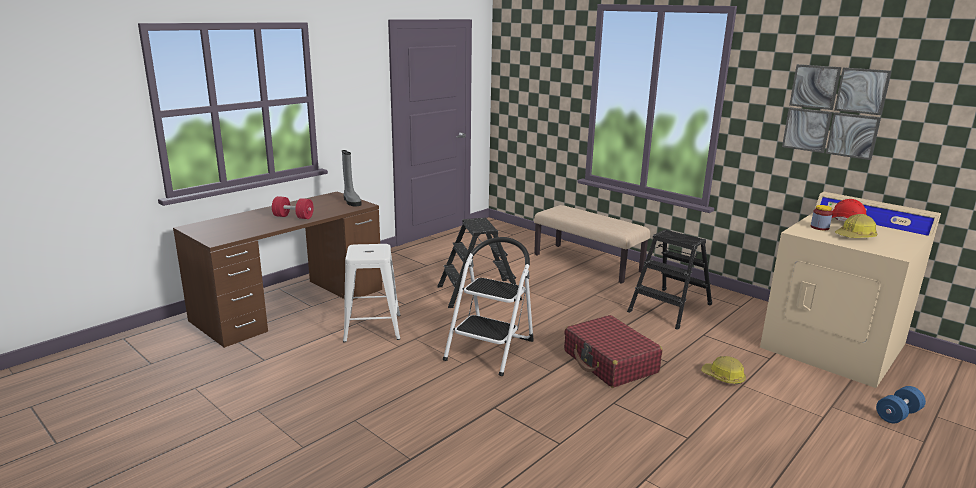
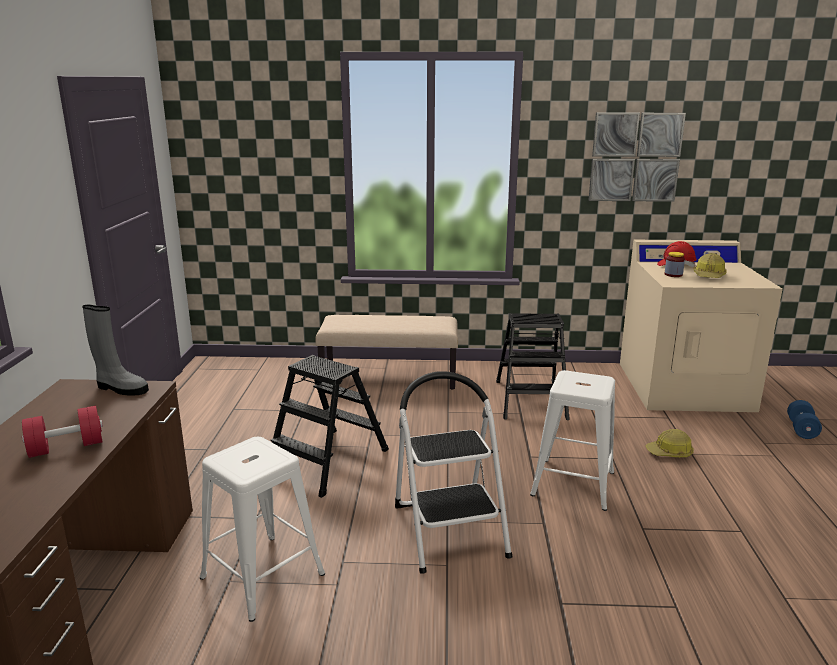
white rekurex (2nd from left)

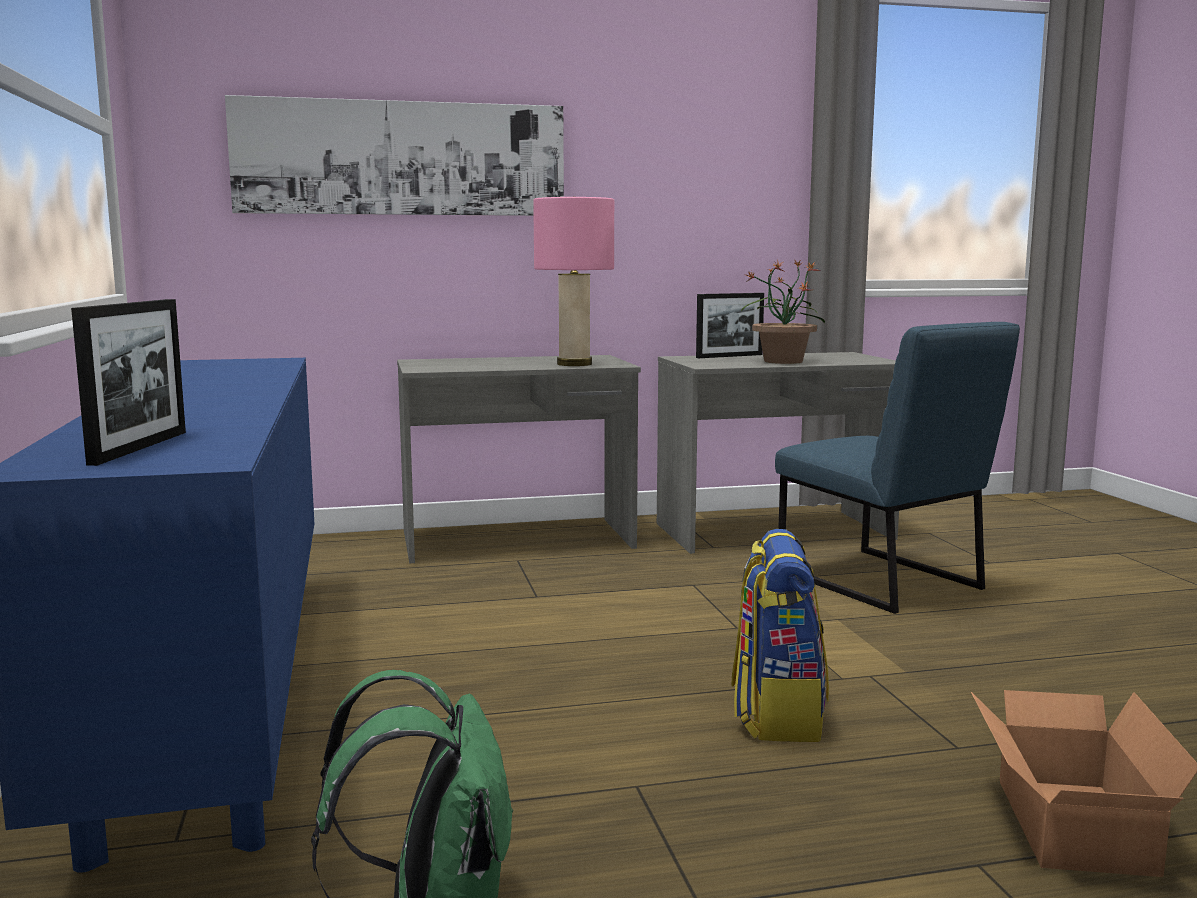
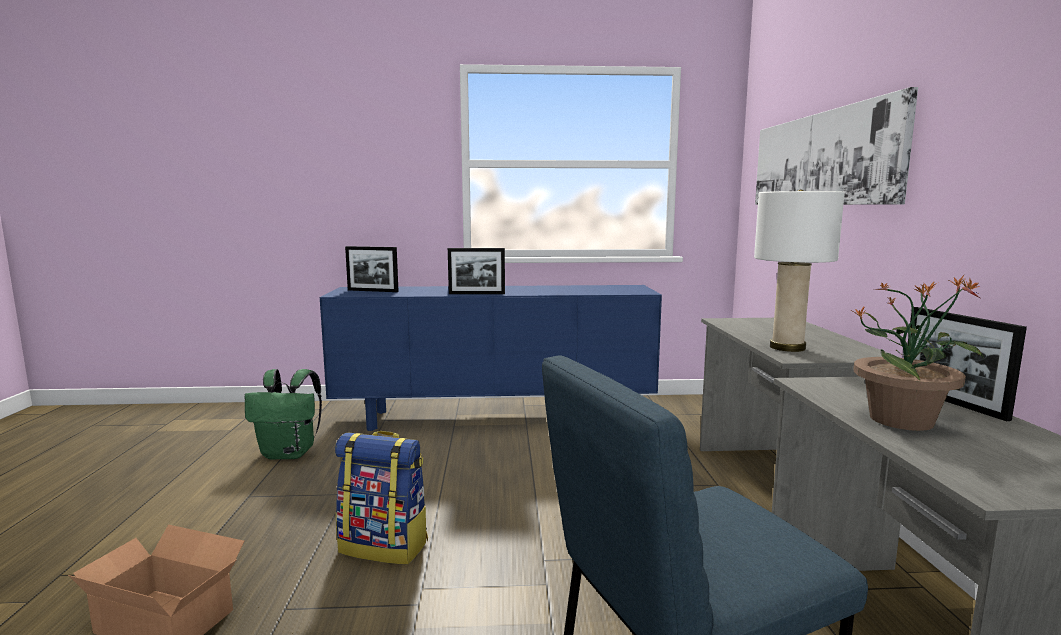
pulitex (2nd from left)
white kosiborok

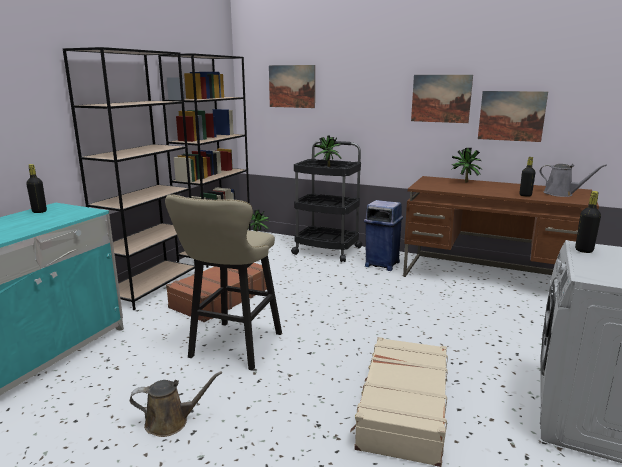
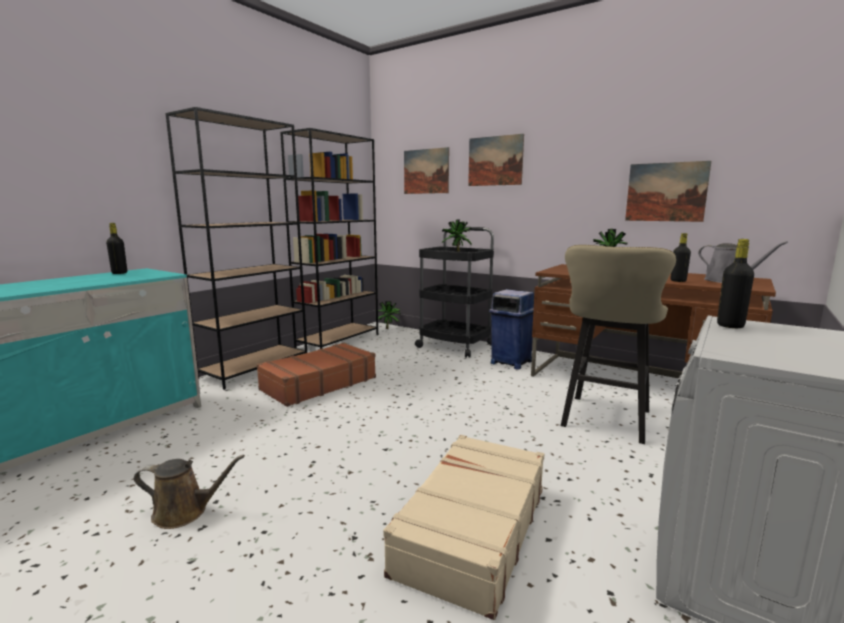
beige rekurex
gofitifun (2nd from left)

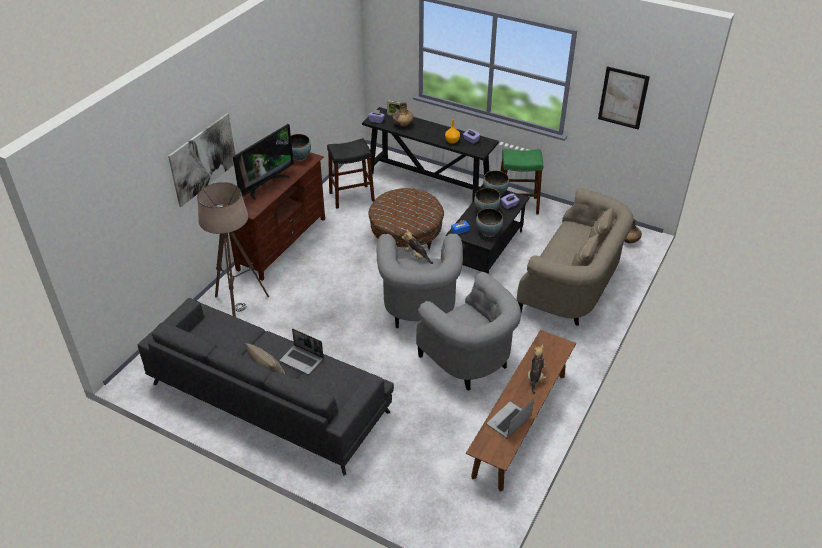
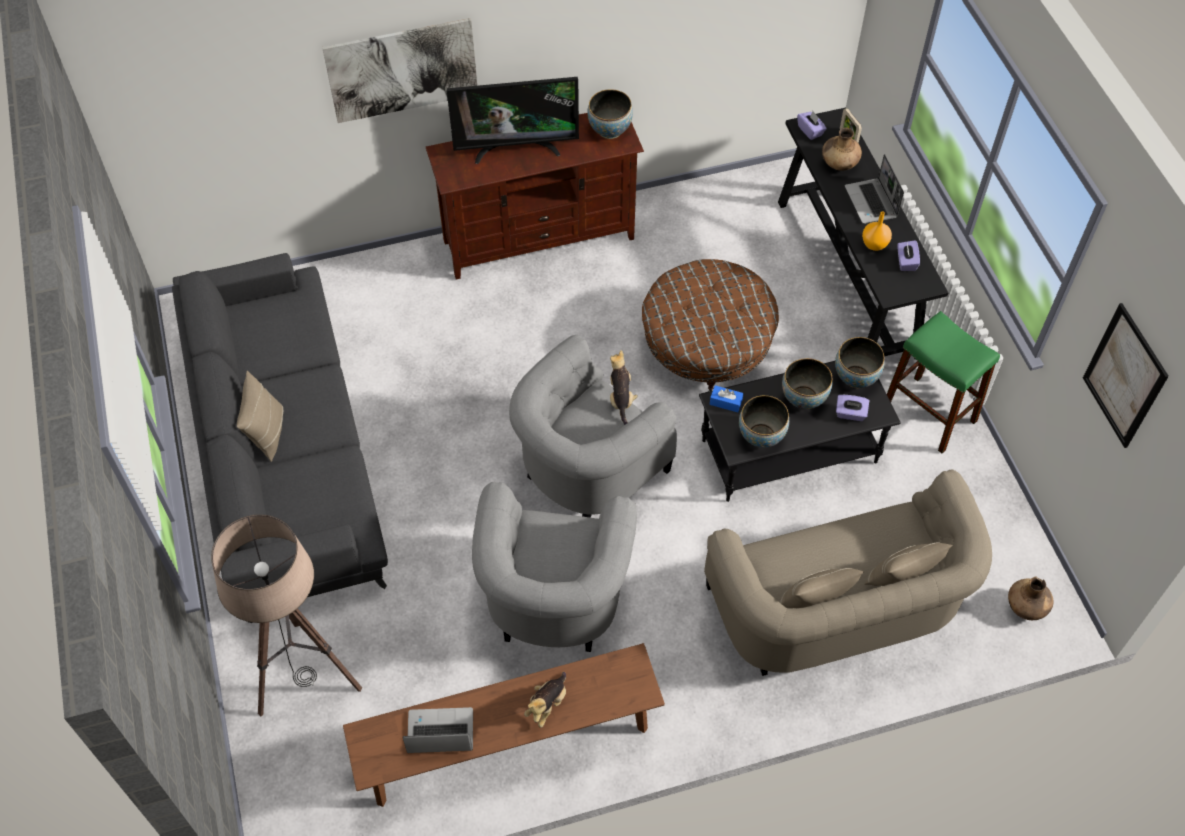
black rekurex
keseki
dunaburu (2nd from left)
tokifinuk (1st from left)

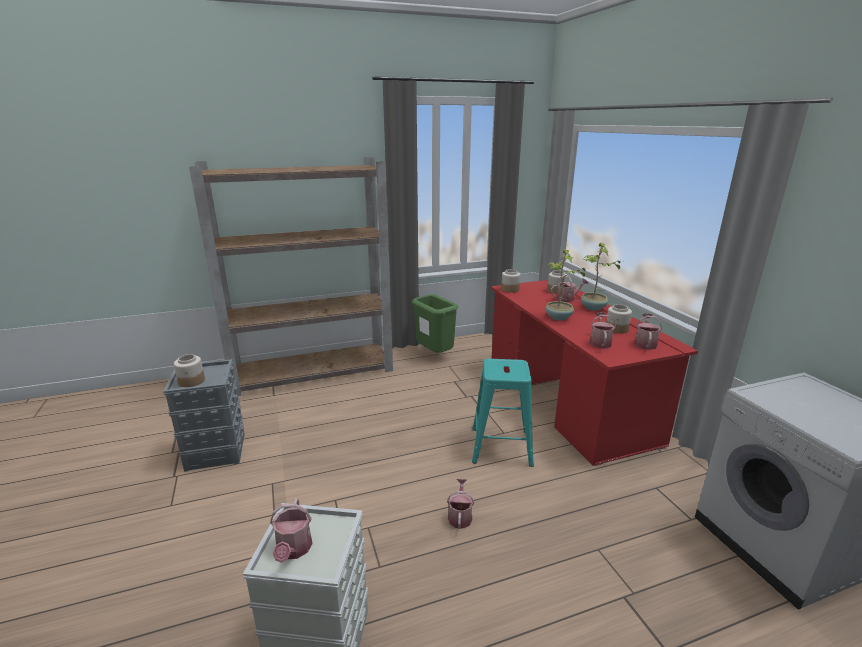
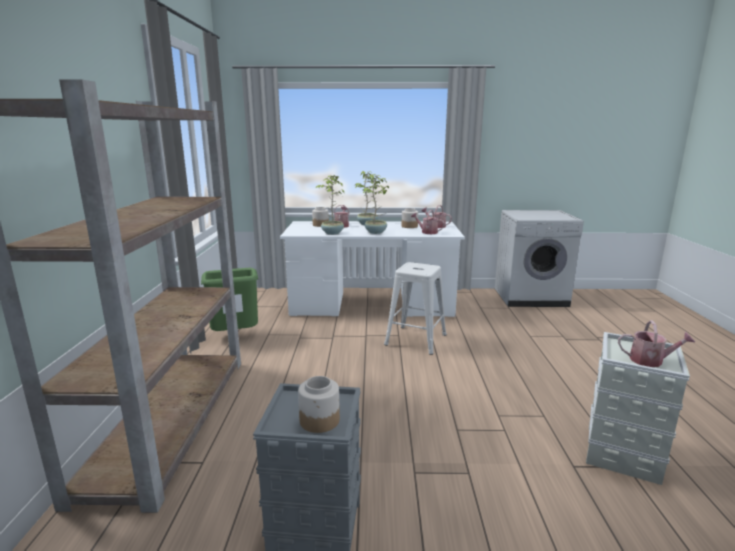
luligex (2nd from left in the first image)
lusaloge (2nd from left in the first image)
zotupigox (1st from left)
white rekurex
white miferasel

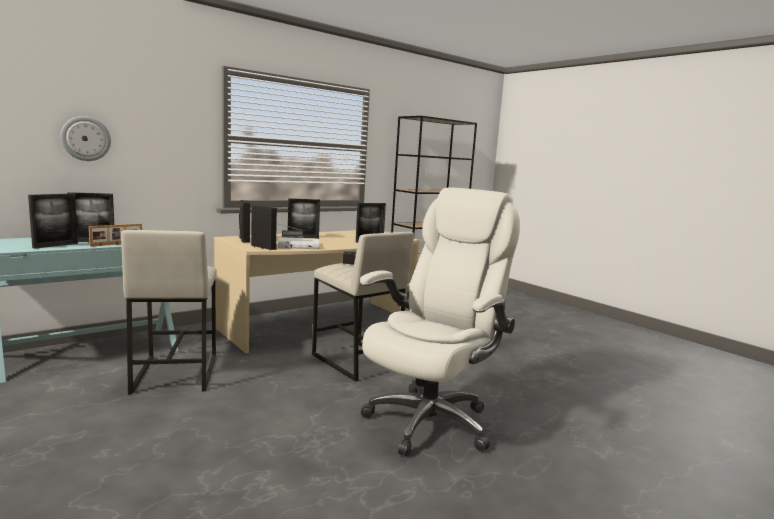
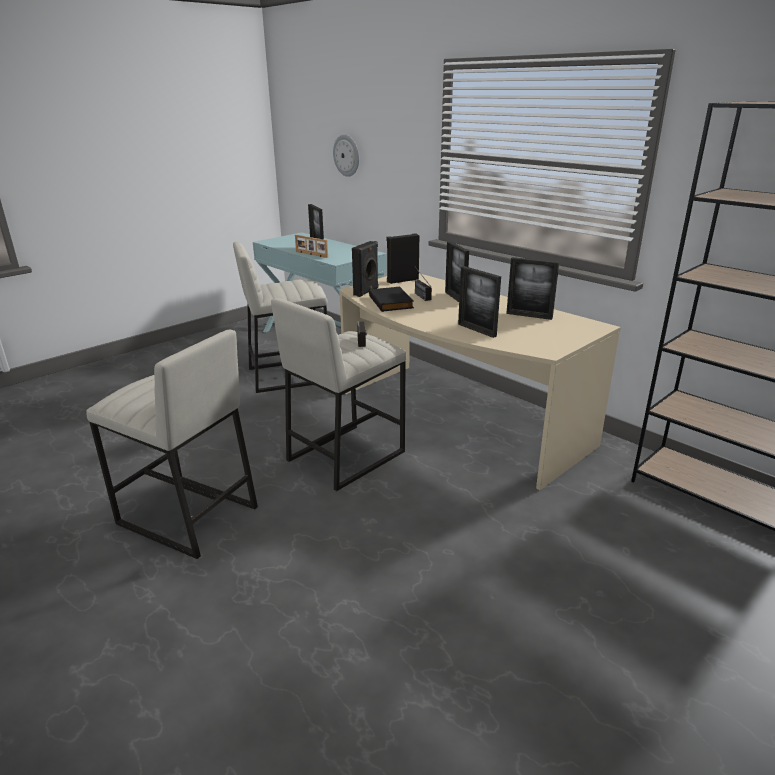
pulitex (5th from left)
beige rekurex (1st from left)
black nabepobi

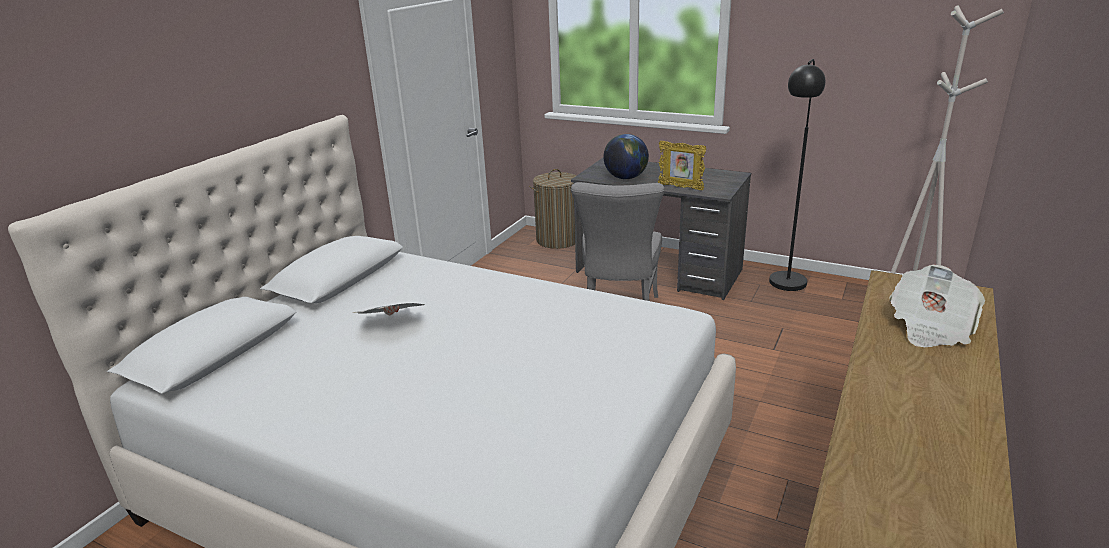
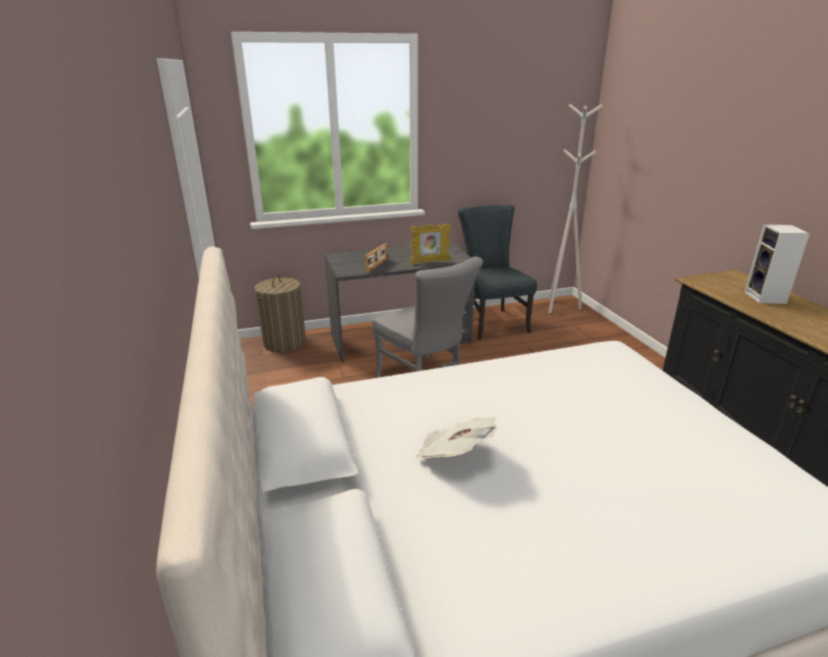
pulitex (1st from left)
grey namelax (2nd from left)
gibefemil

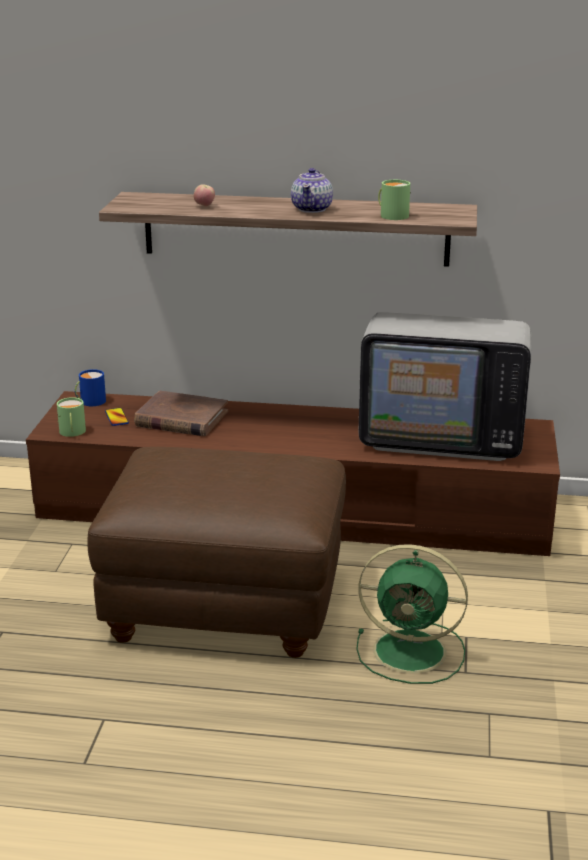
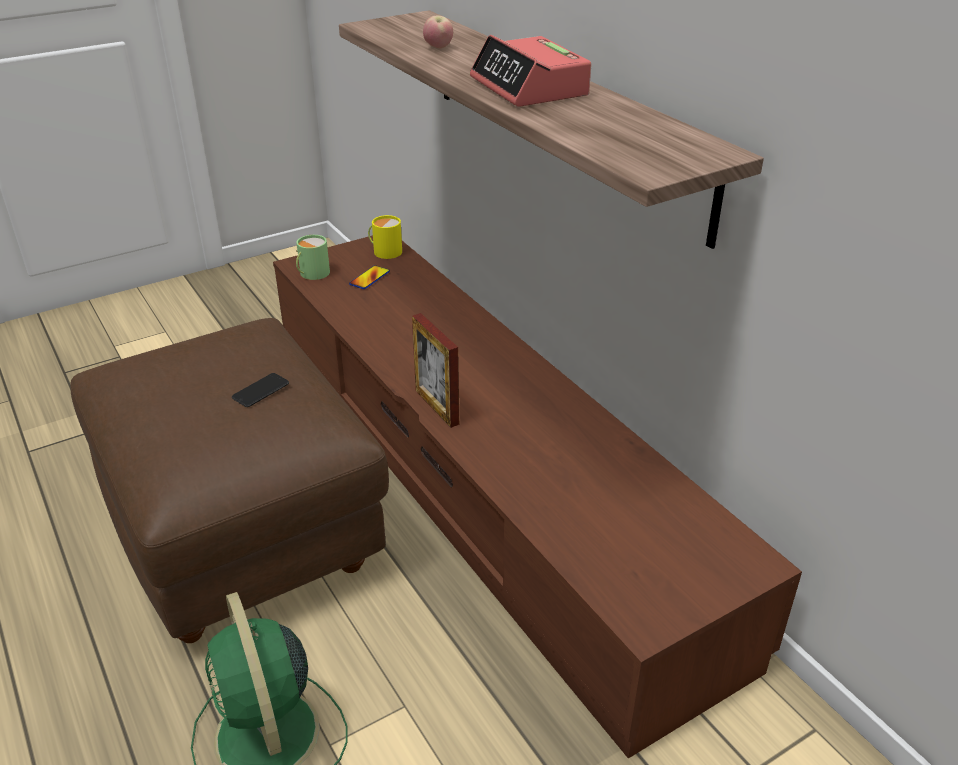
brown nabepobi
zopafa
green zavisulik (2nd from left in the first image)
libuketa (1st from left)
pulitex
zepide
yellow zavisulik

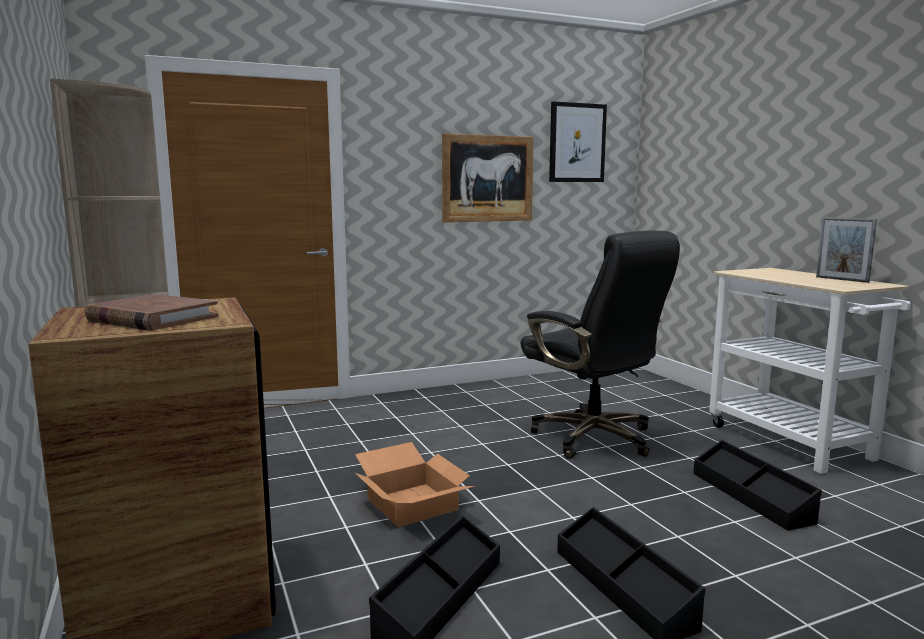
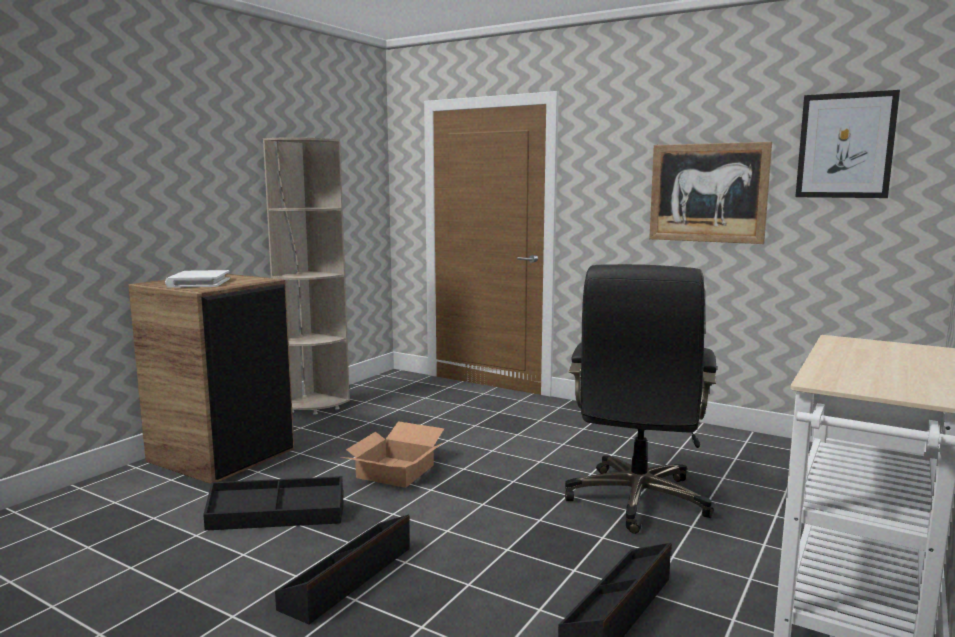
pulitex
white nabepobi

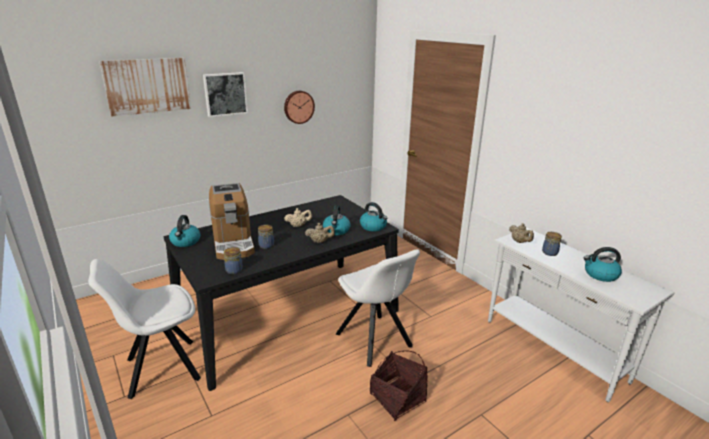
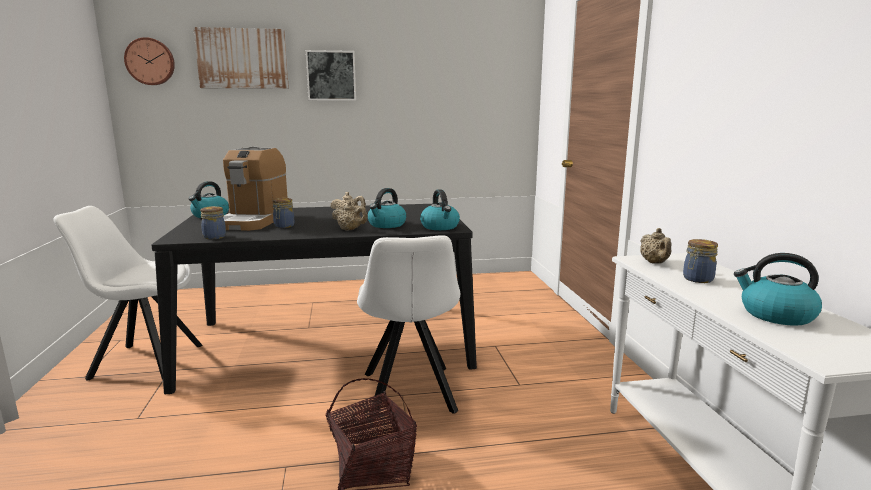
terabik

